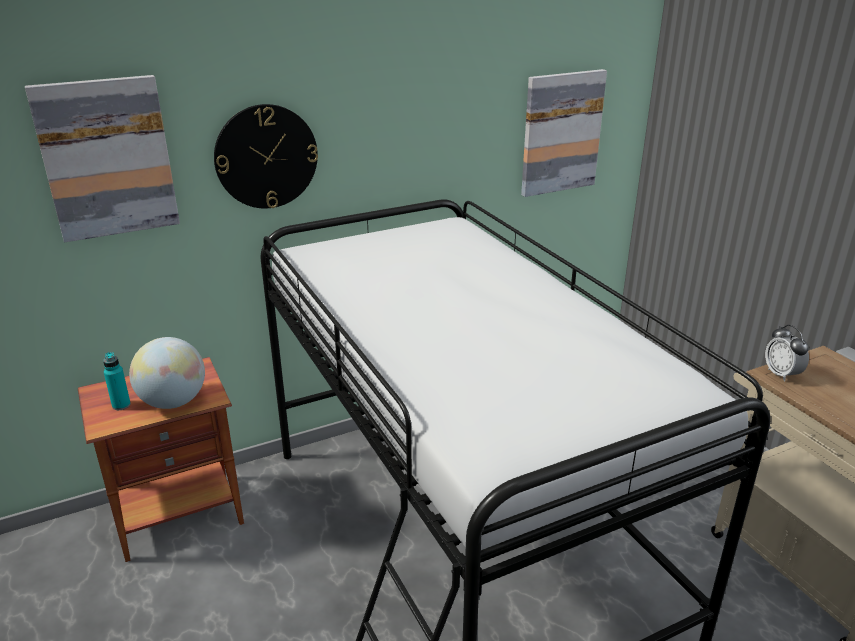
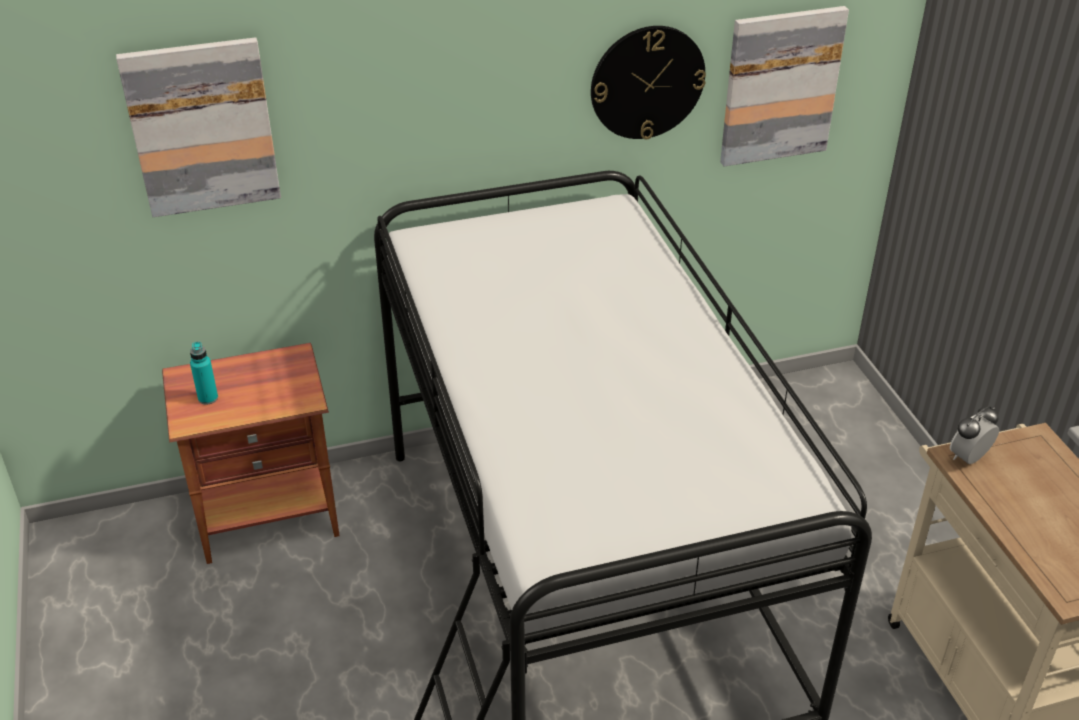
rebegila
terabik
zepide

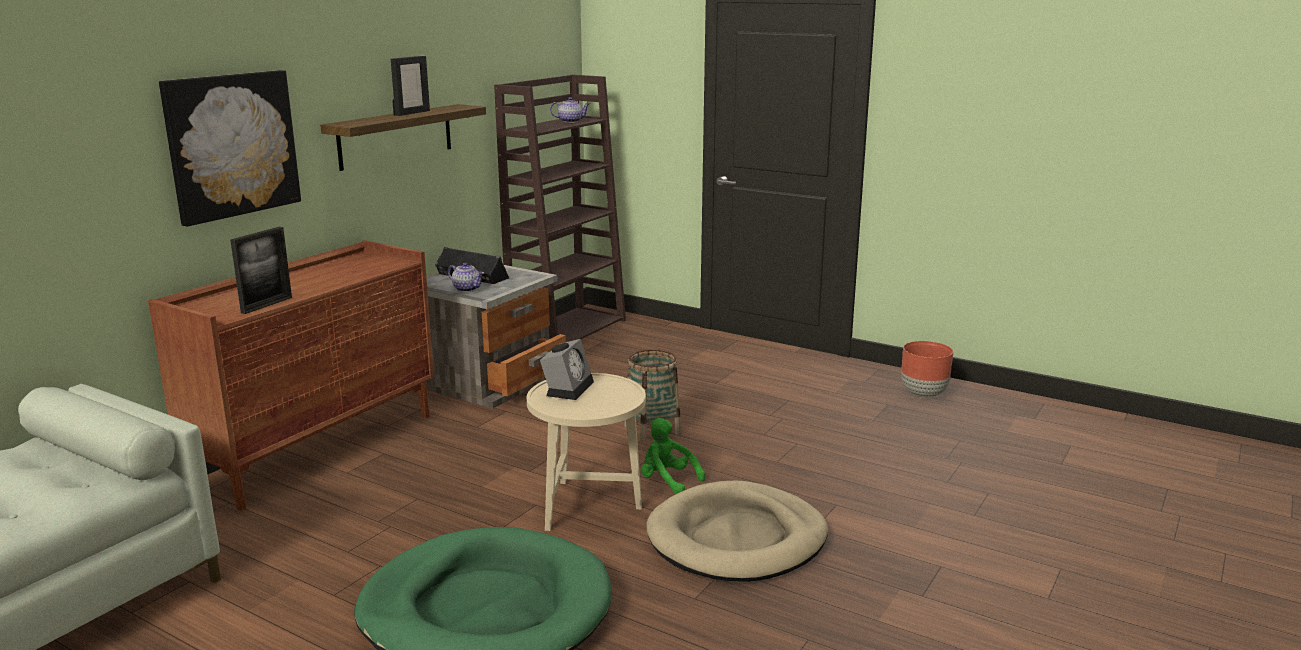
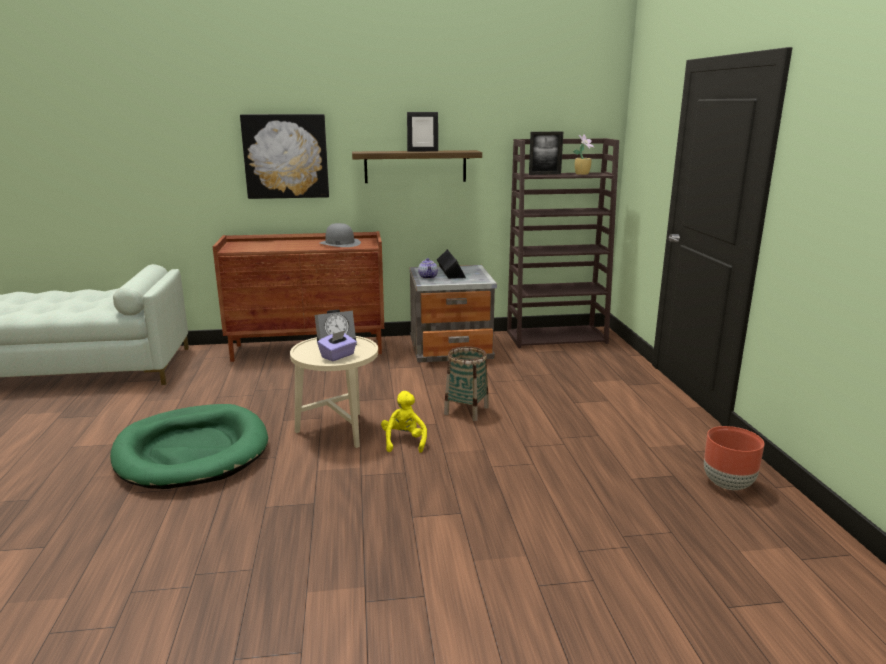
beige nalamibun
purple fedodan
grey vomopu
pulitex (2nd from left)
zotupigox
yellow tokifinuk

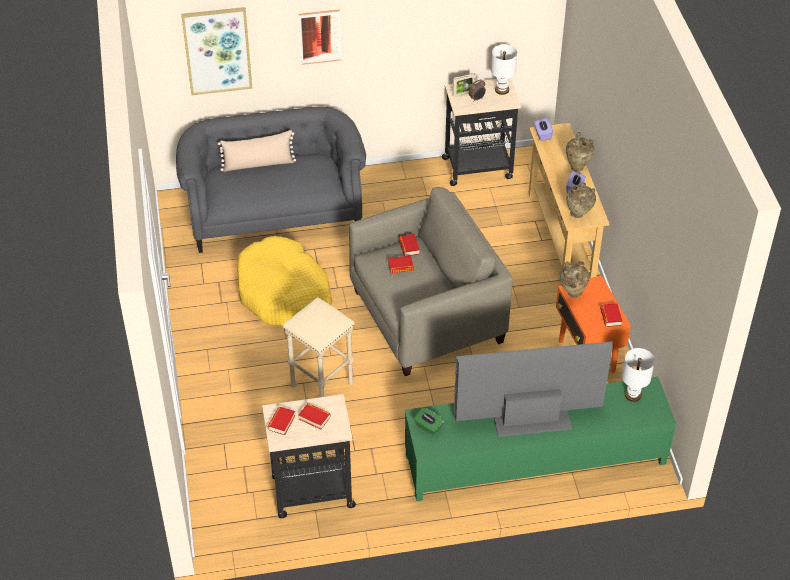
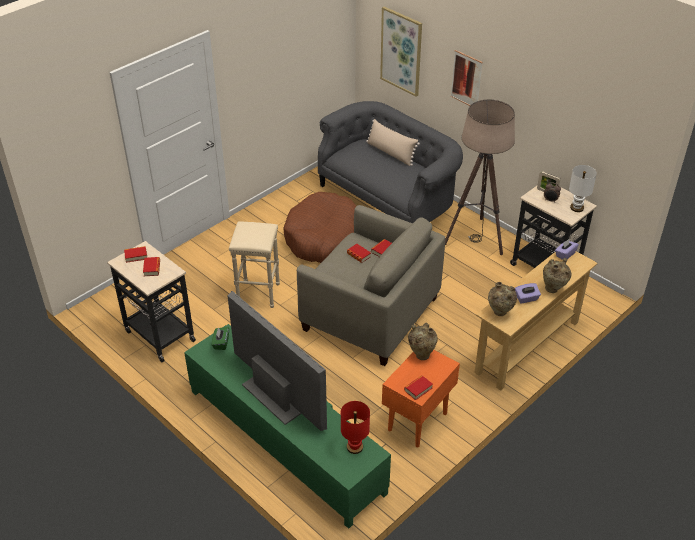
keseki
brown nalamibun
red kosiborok

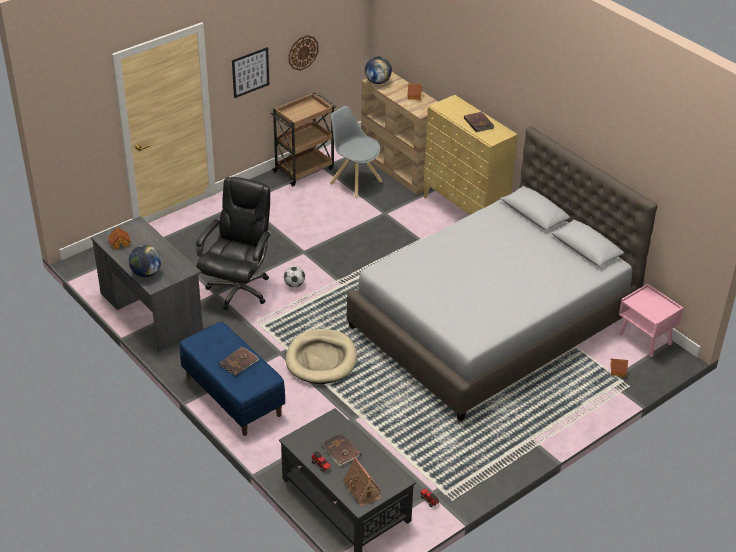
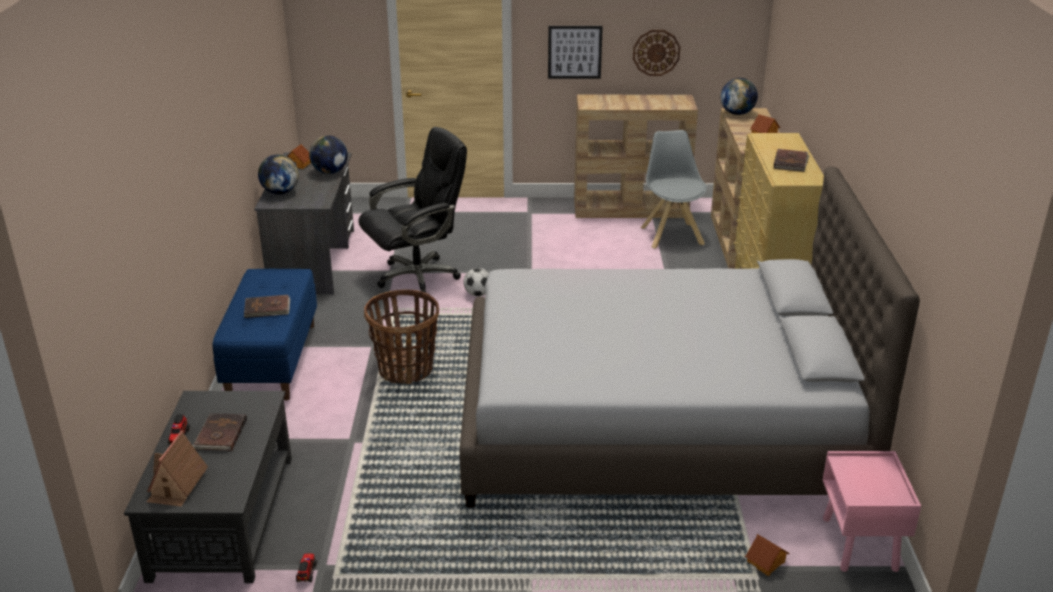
rebegila (2nd from left)
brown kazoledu (1st from left)
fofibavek

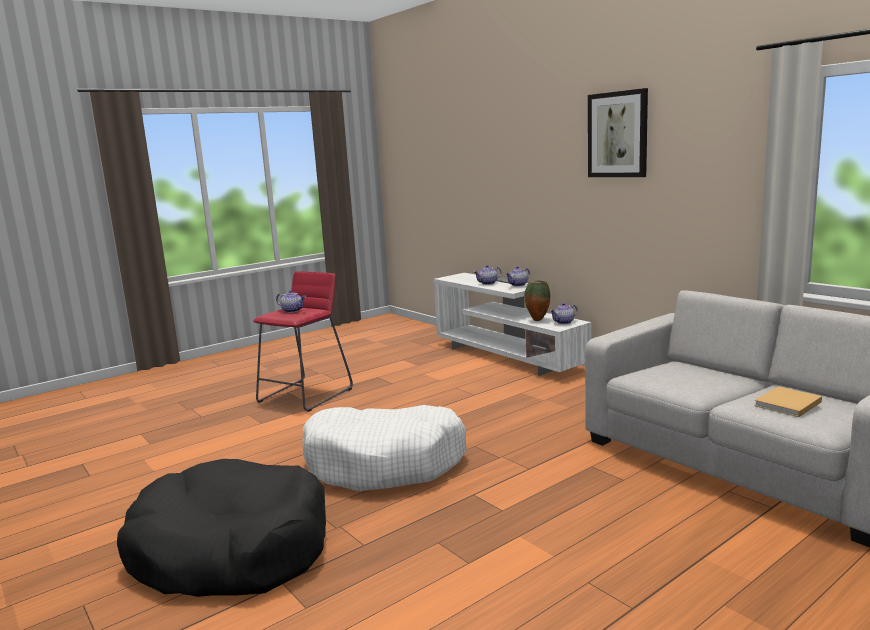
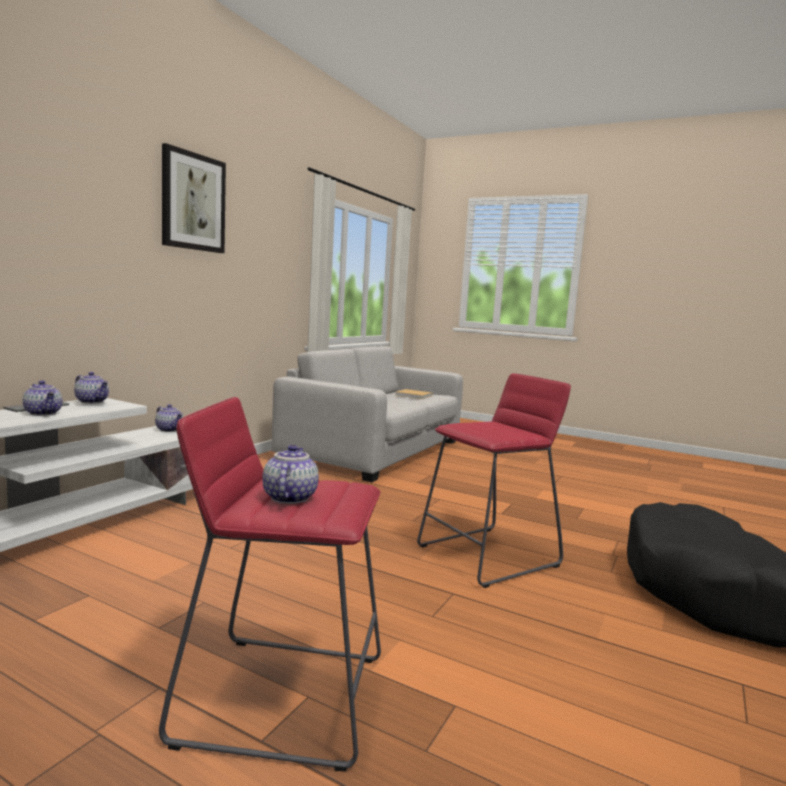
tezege
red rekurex (2nd from left)

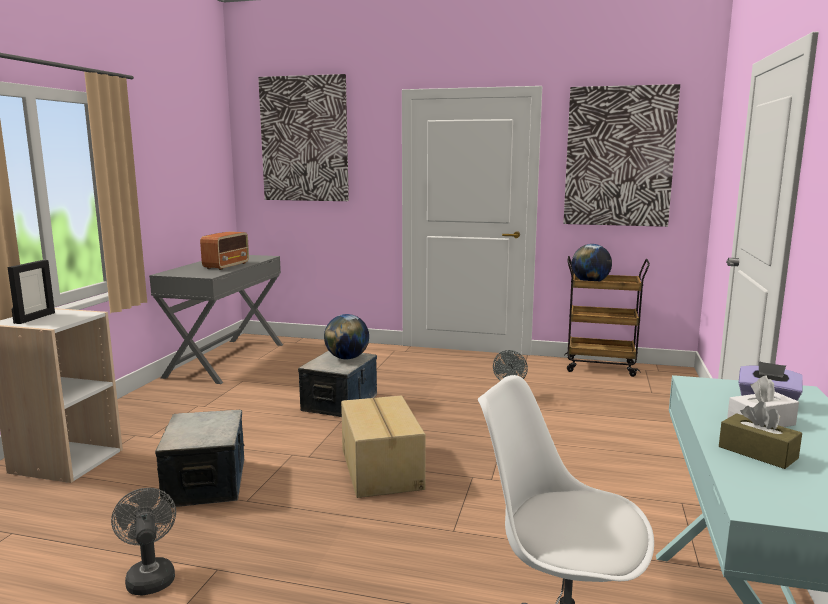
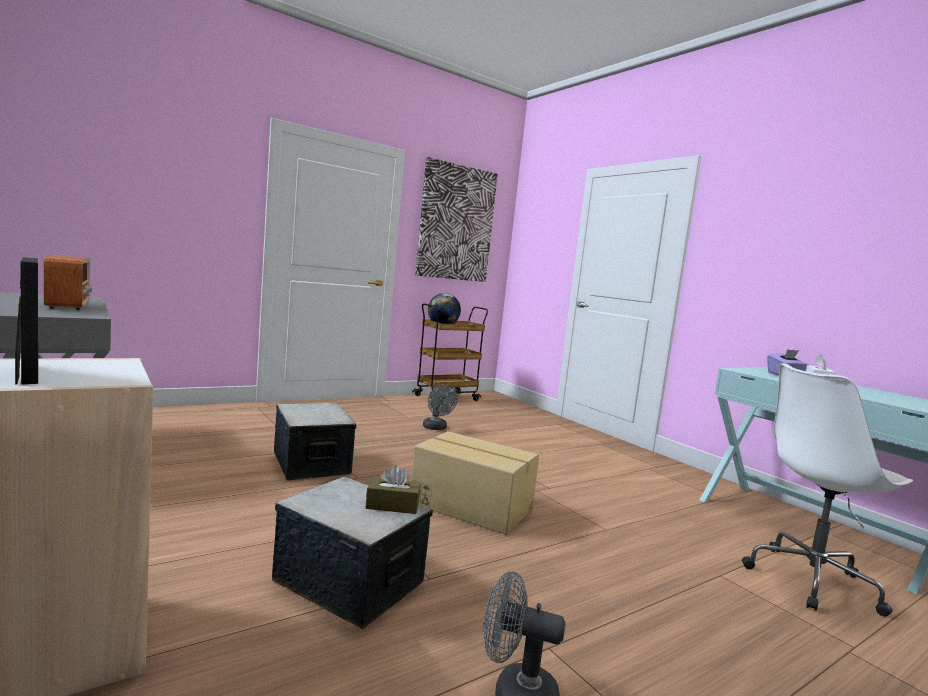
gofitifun (1st from left in the first image)
rebegila (1st from left in the first image)
brown fedodan

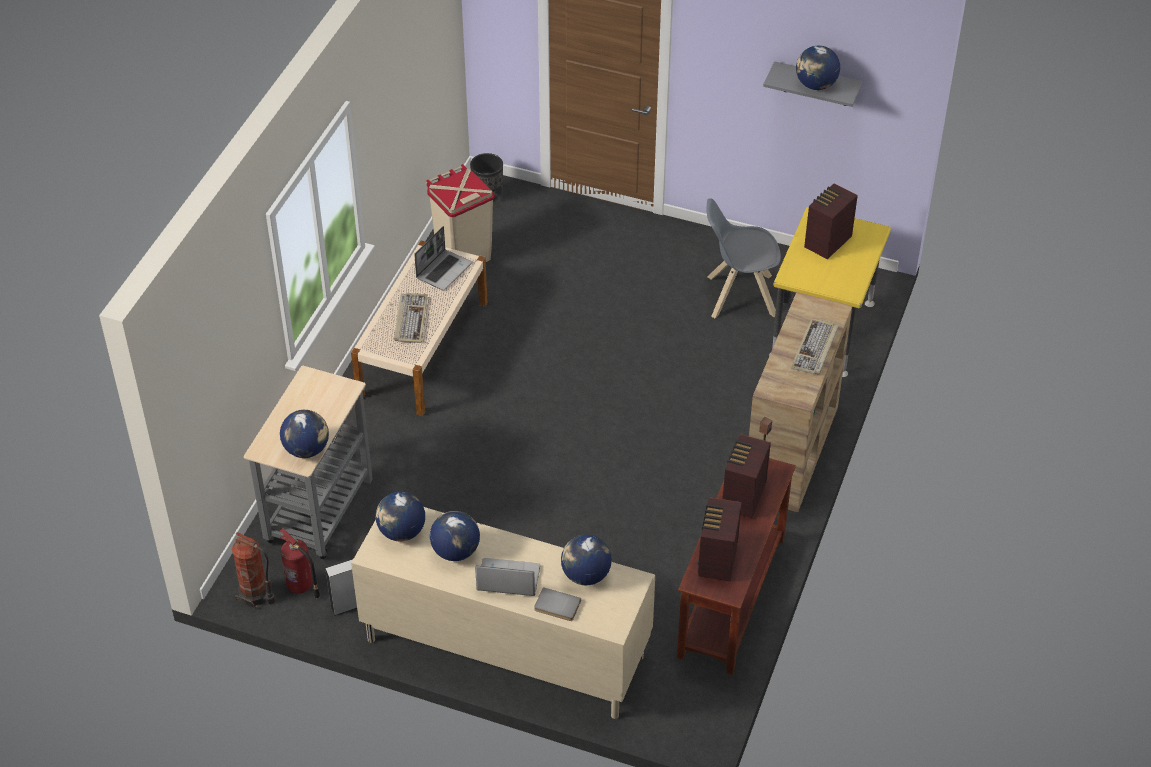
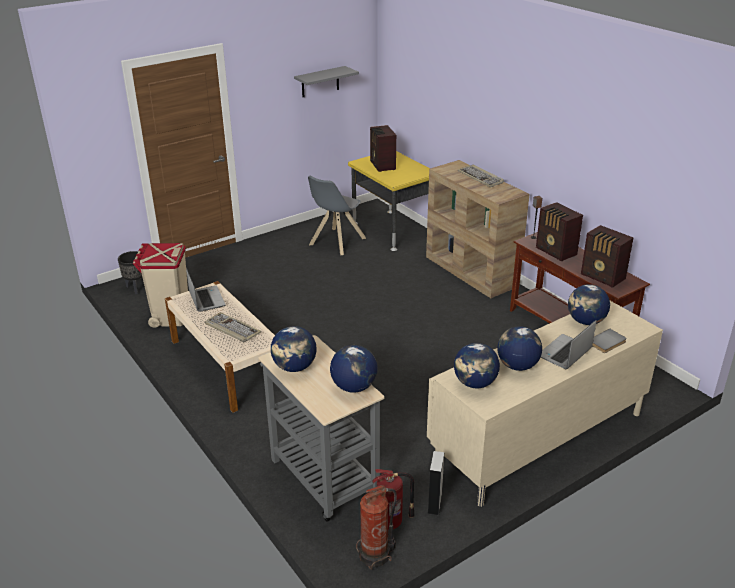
rebegila (1st from left)

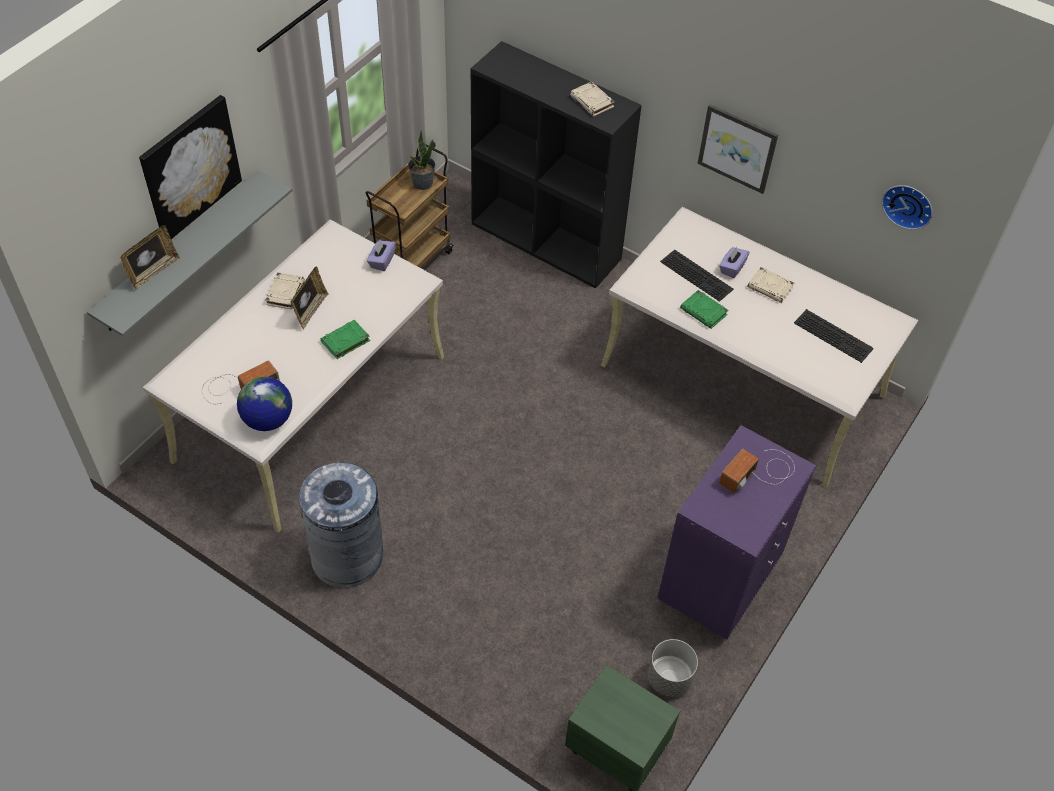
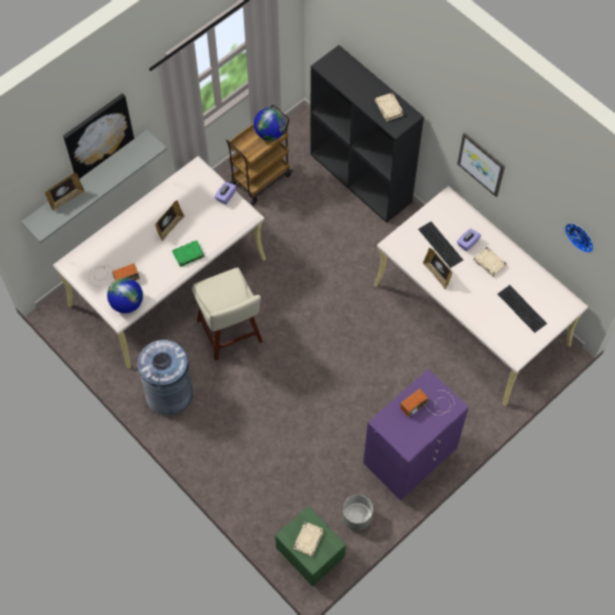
beige rekurex
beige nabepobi (1st from left)
rebegila (2nd from left)
pulitex (3rd from left)

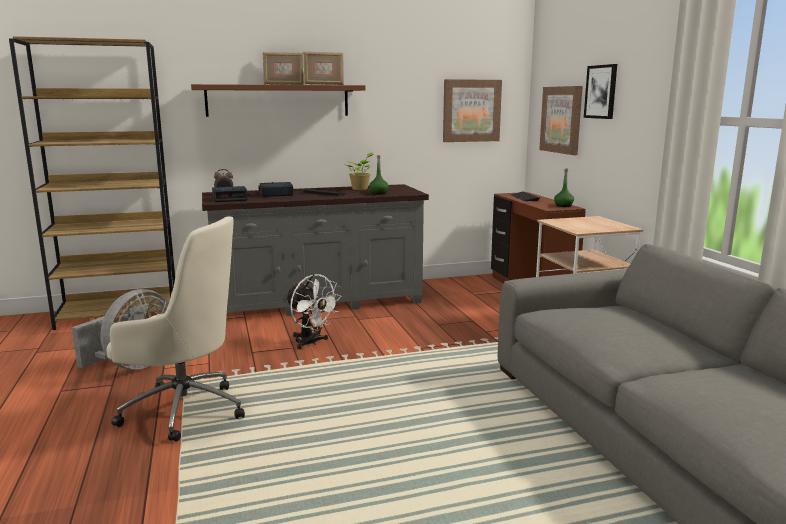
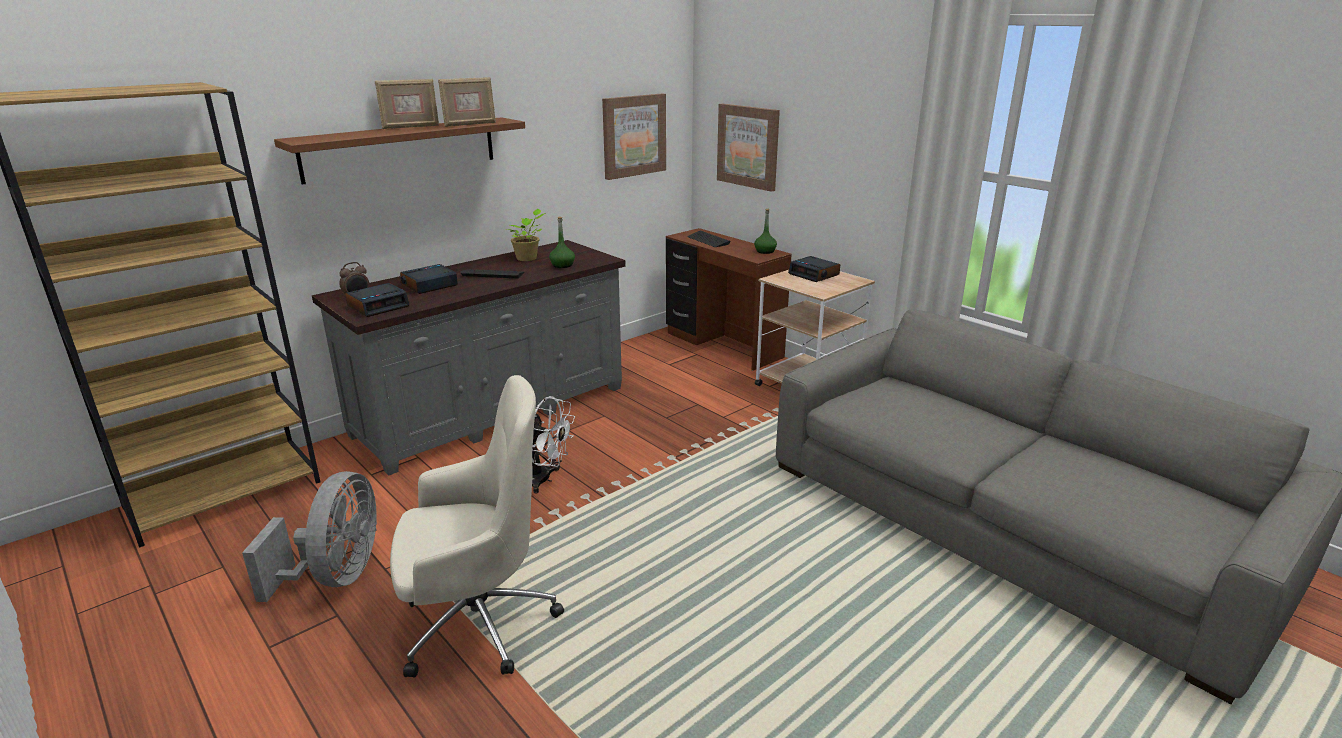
gofitifun (3rd from left in the first image)
zepide (4th from left)

